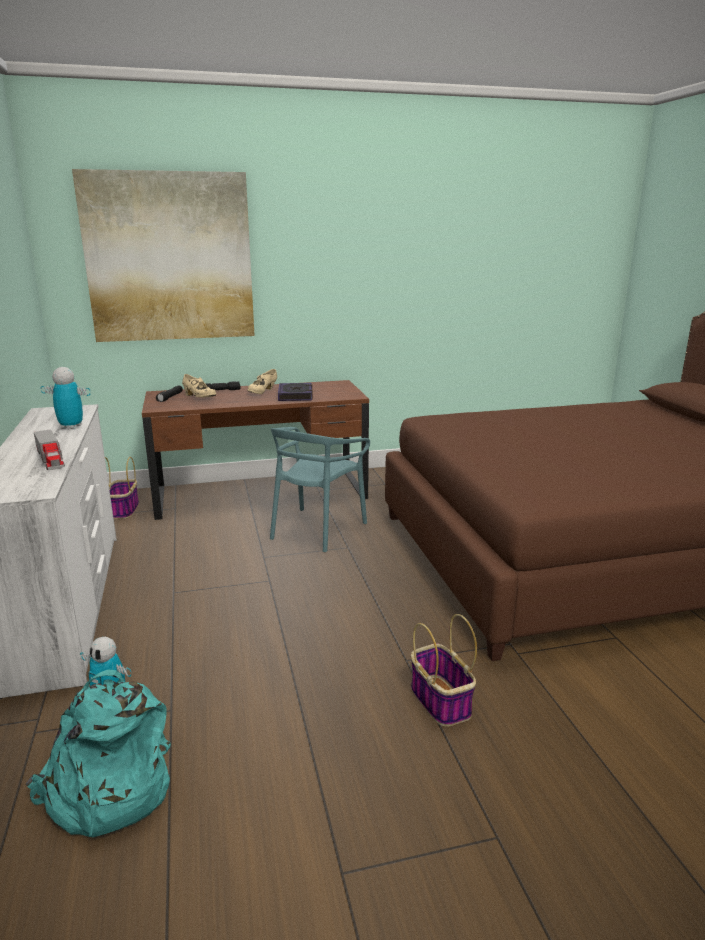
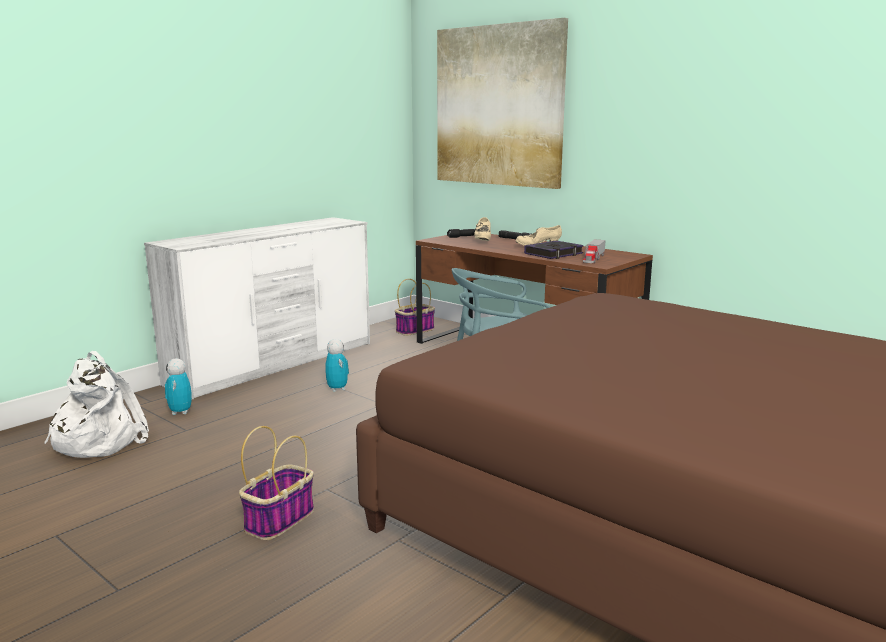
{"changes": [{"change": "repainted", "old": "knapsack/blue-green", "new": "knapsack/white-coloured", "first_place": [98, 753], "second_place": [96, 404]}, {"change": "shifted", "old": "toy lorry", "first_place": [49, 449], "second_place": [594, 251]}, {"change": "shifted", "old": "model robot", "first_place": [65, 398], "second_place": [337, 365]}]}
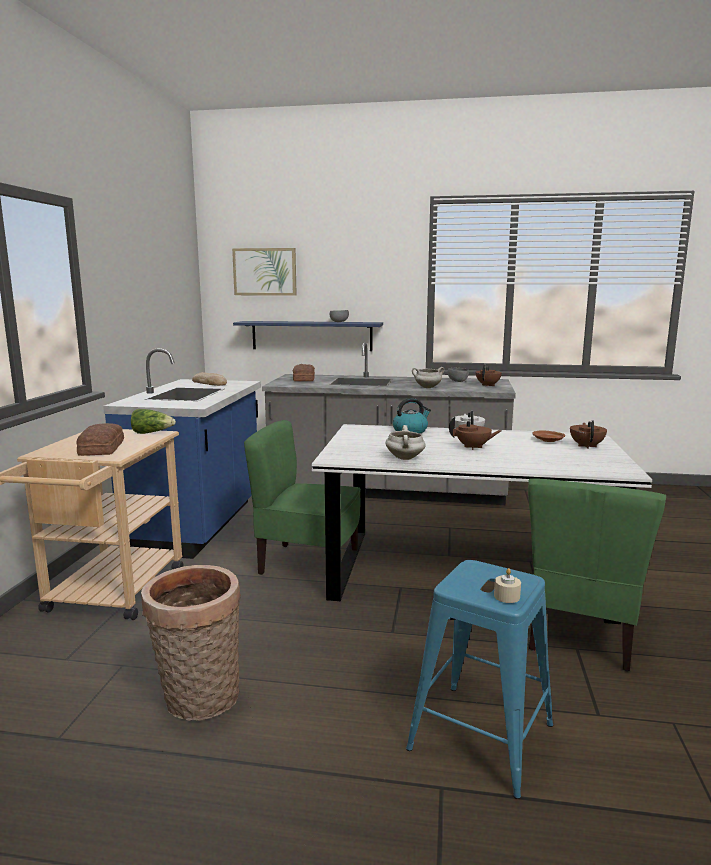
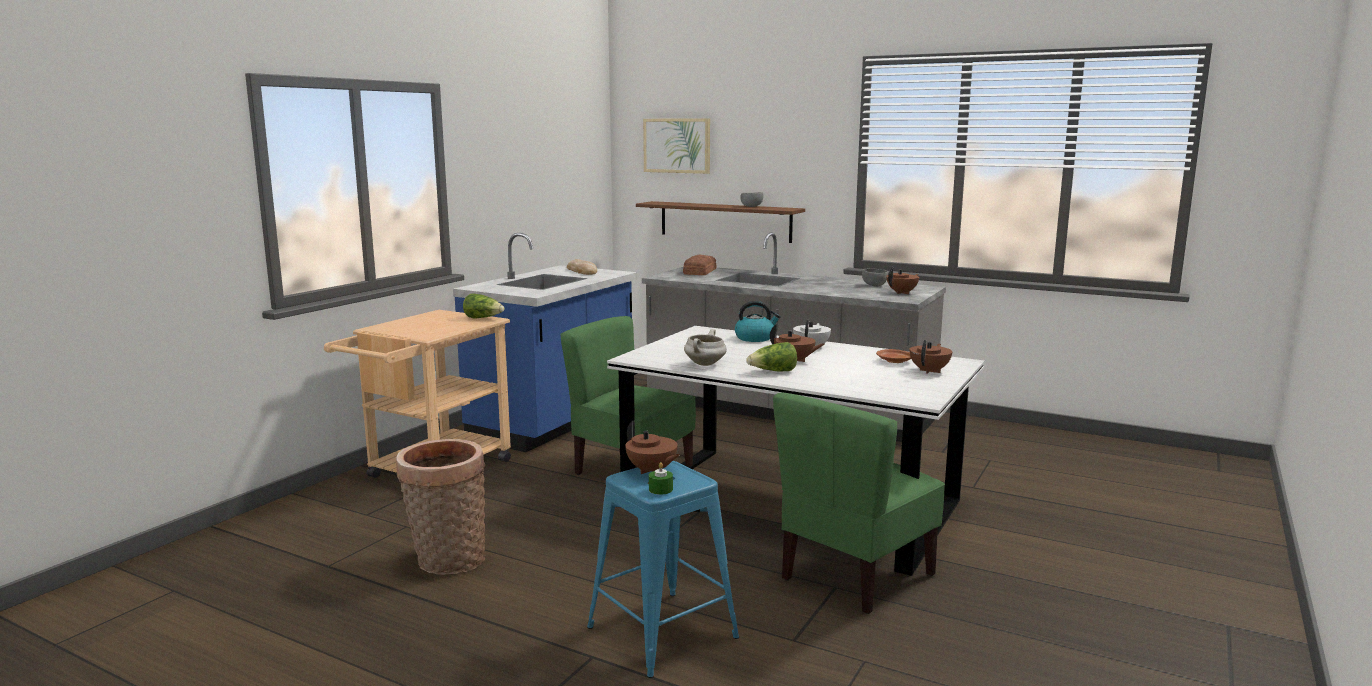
{"changes": [{"change": "gone", "old": "baked bread", "first_place": [100, 439]}, {"change": "repainted", "old": "bracket shelf/blue", "new": "bracket shelf/brownish", "first_place": [308, 336], "second_place": [720, 222]}, {"change": "gone", "old": "saucepot/white-coloured", "first_place": [428, 377]}, {"change": "repainted", "old": "wax light/sand-coloured", "new": "wax light/green-coloured", "first_place": [507, 585], "second_place": [661, 478]}, {"change": "new", "new": "teapot/brownish", "second_place": [652, 447]}, {"change": "new", "new": "lettuce", "second_place": [771, 356]}]}
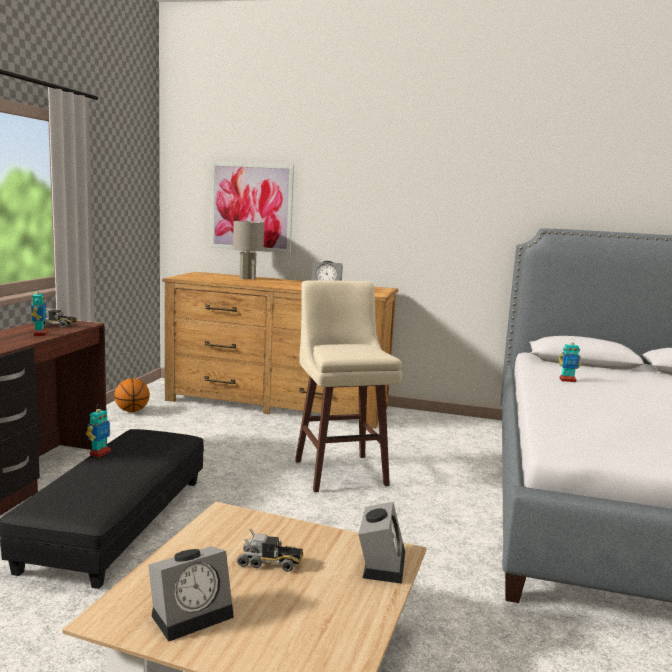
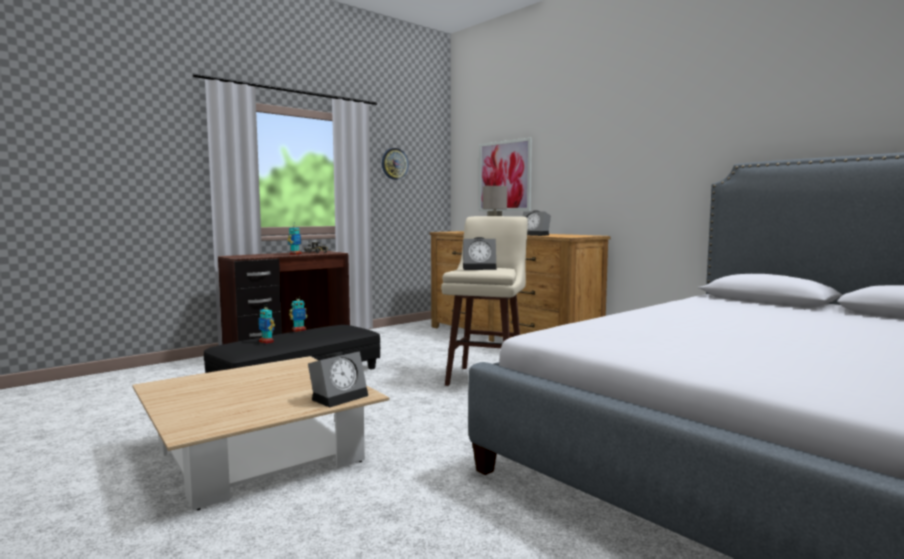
{"changes": [{"change": "gone", "old": "basketball ball", "first_place": [132, 395]}, {"change": "shifted", "old": "alarm clock", "first_place": [191, 593], "second_place": [479, 253]}, {"change": "gone", "old": "toy lorry", "first_place": [270, 550]}, {"change": "shifted", "old": "model robot", "first_place": [570, 360], "second_place": [267, 324]}, {"change": "new", "new": "hanging clock", "second_place": [395, 164]}]}
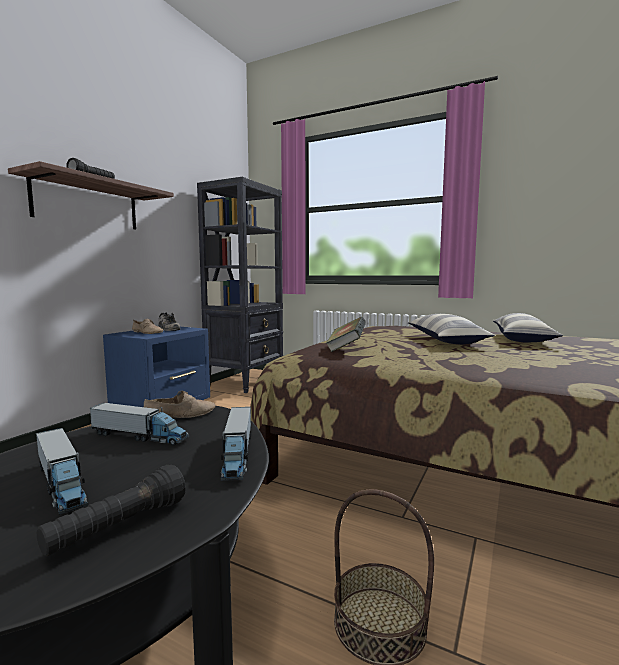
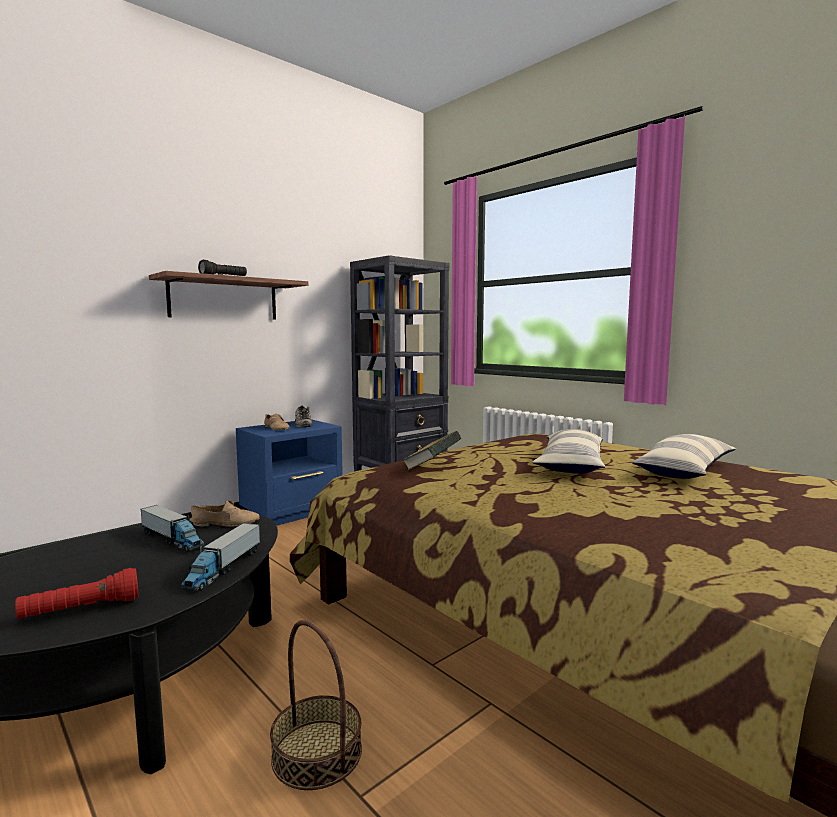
{"changes": [{"change": "gone", "old": "toy lorry", "first_place": [62, 471]}, {"change": "repainted", "old": "flashlight/black", "new": "flashlight/reddish", "first_place": [111, 510], "second_place": [76, 593]}]}
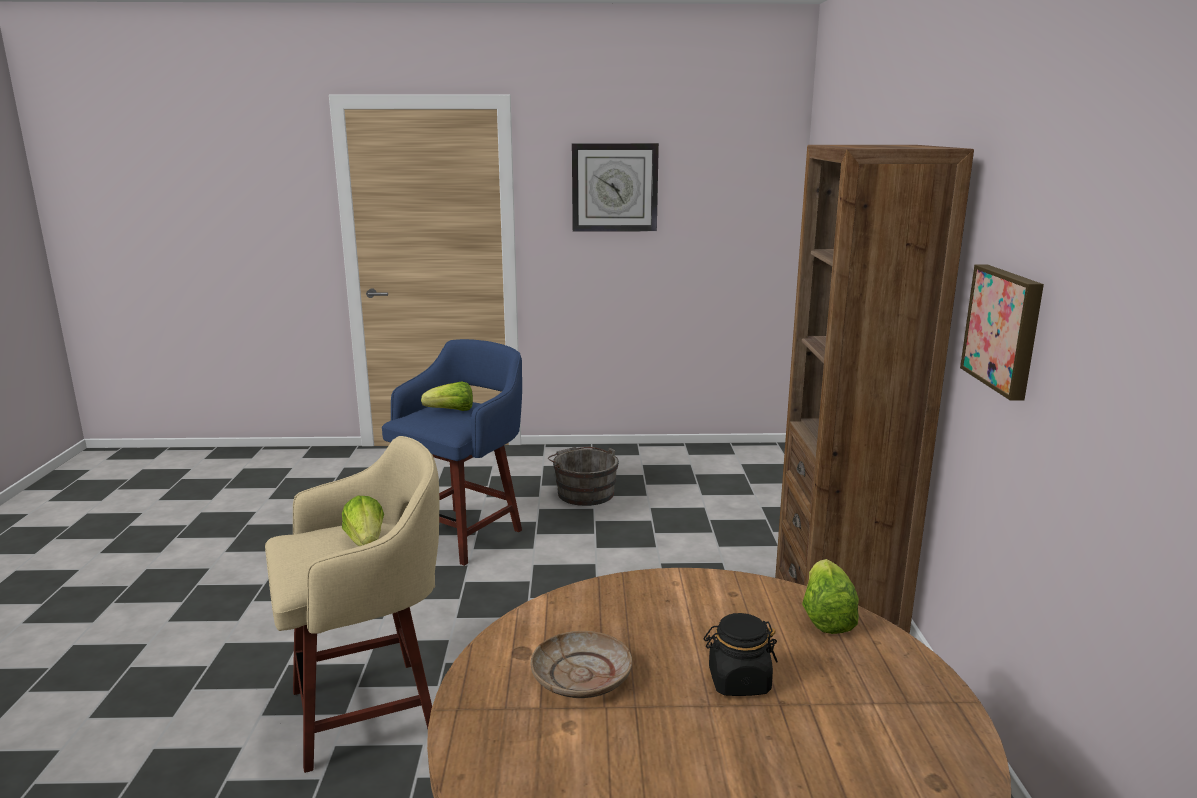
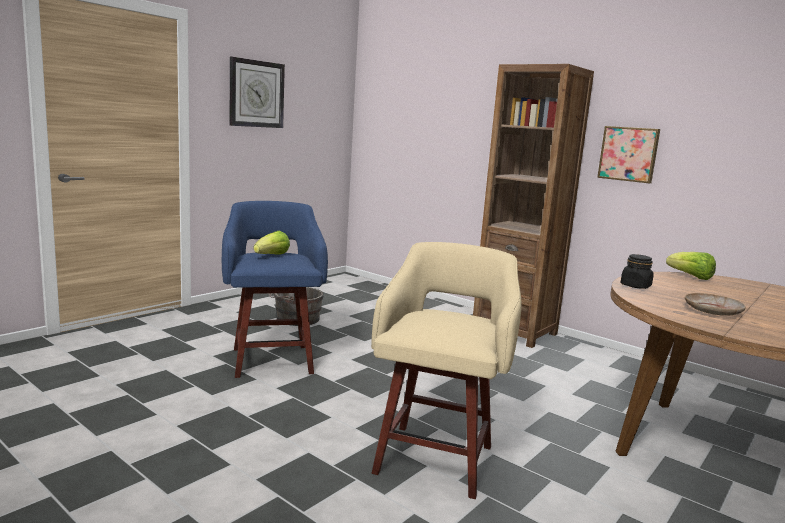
{"changes": [{"change": "gone", "old": "lettuce", "first_place": [363, 521]}, {"change": "shifted", "old": "preserve jar/black", "first_place": [741, 654], "second_place": [637, 271]}]}
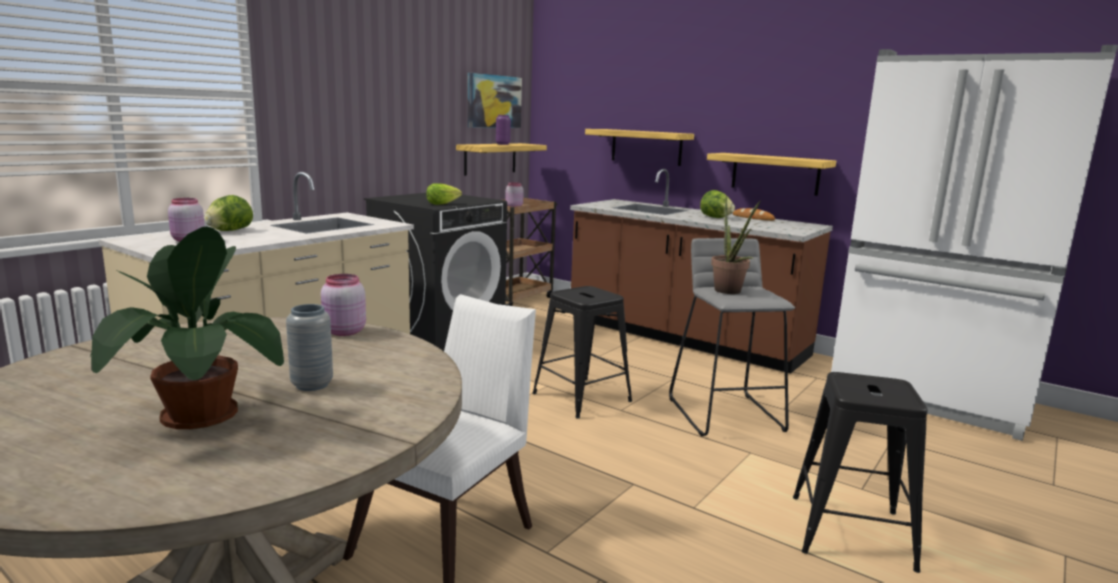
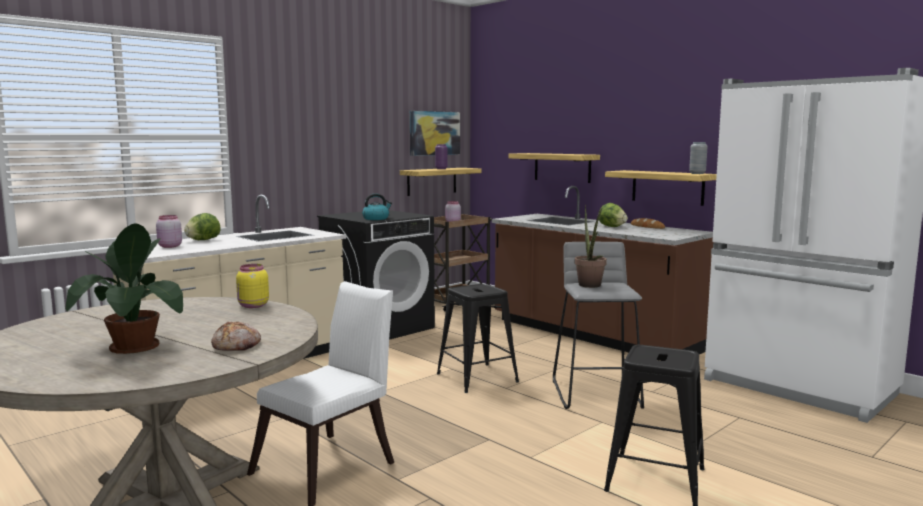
{"changes": [{"change": "shifted", "old": "decorative vase/greyish", "first_place": [309, 347], "second_place": [698, 158]}, {"change": "repainted", "old": "preserve jar/pinkish", "new": "preserve jar/yellow", "first_place": [343, 305], "second_place": [252, 286]}, {"change": "swapped", "old": "lettuce", "new": "water kettle", "first_place": [444, 194], "second_place": [377, 207]}, {"change": "new", "new": "baked bread", "second_place": [236, 336]}]}
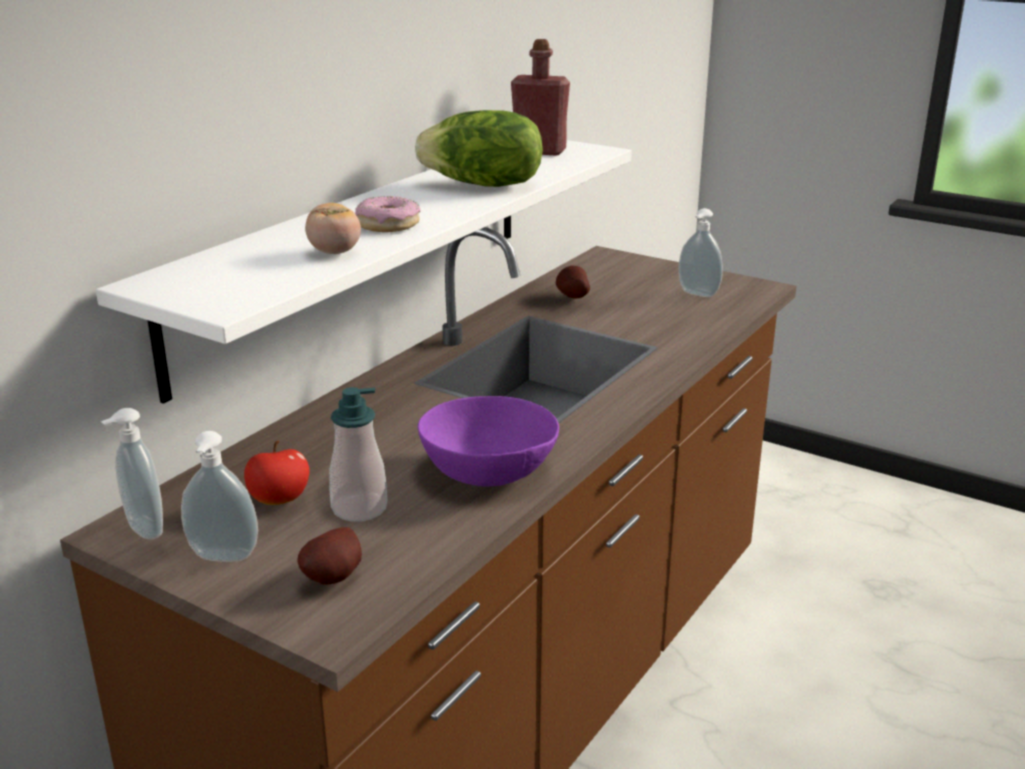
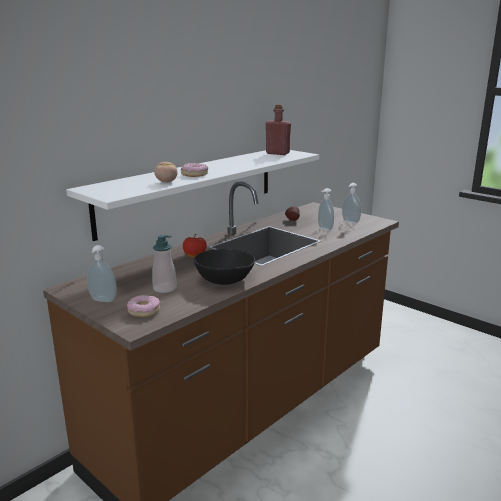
{"changes": [{"change": "shifted", "old": "soap bottle", "first_place": [132, 474], "second_place": [326, 209]}, {"change": "shifted", "old": "apple", "first_place": [276, 473], "second_place": [195, 245]}, {"change": "swapped", "old": "whole potato", "new": "ring doughnut", "first_place": [329, 556], "second_place": [143, 306]}, {"change": "gone", "old": "lettuce", "first_place": [479, 148]}, {"change": "repainted", "old": "deep dish/purple", "new": "deep dish/black", "first_place": [488, 441], "second_place": [224, 267]}]}
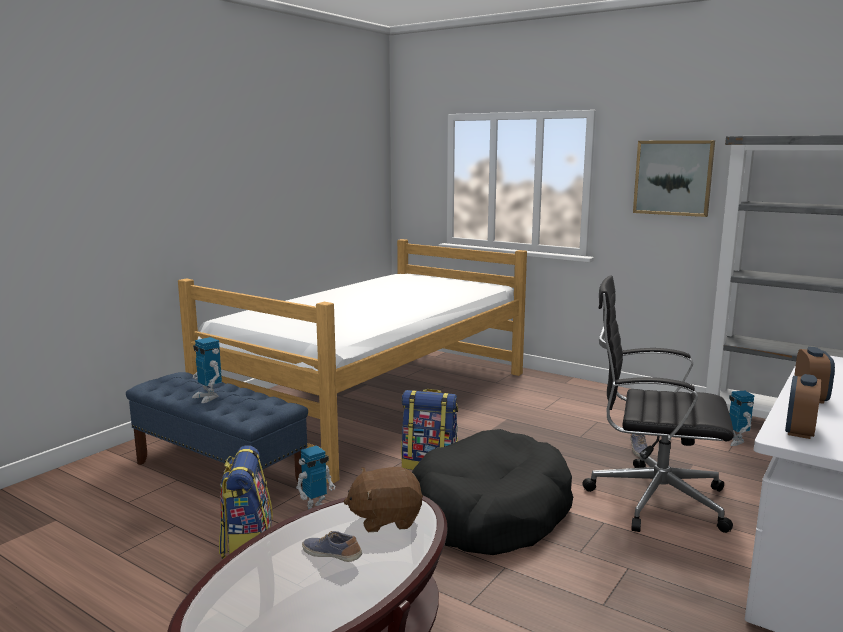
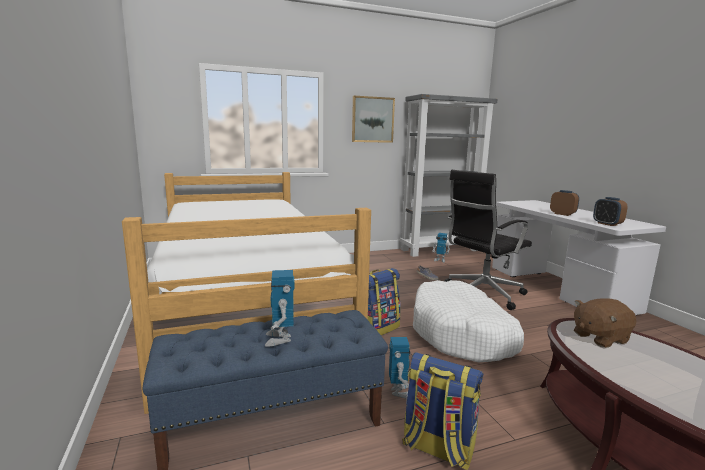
{"changes": [{"change": "rotated", "old": "model robot", "first_place": [207, 370], "second_place": [280, 308], "degrees": 90}, {"change": "gone", "old": "low shoe", "first_place": [332, 546]}, {"change": "rotated", "old": "soft toy/brownish", "first_place": [383, 499], "second_place": [605, 323], "degrees": 45}, {"change": "repainted", "old": "pet bed/black", "new": "pet bed/white-coloured", "first_place": [492, 492], "second_place": [468, 321]}]}
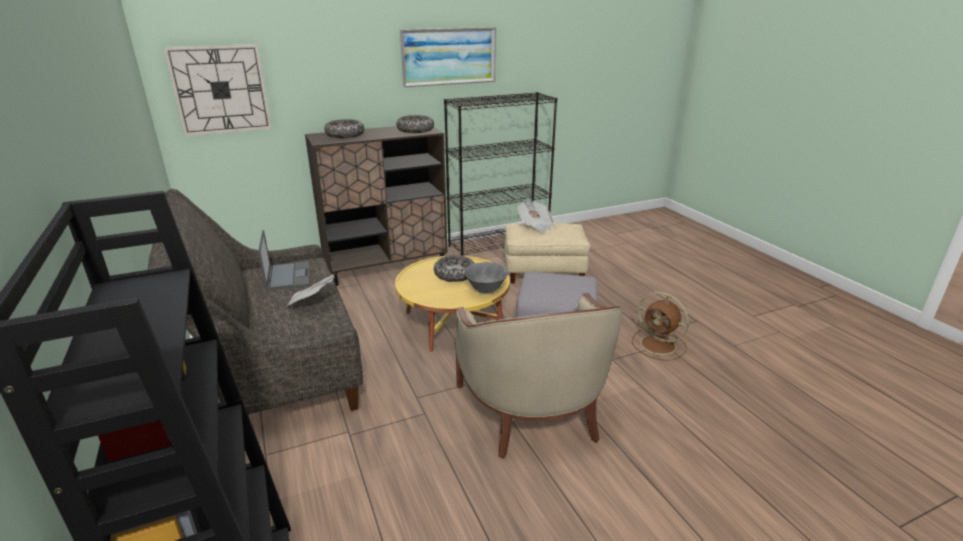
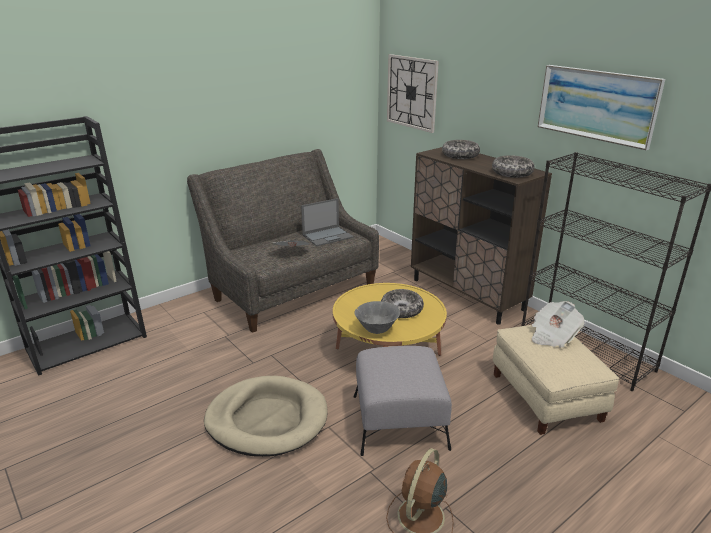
{"changes": [{"change": "swapped", "old": "armchair/sand-coloured", "new": "pet bed/sand-coloured", "first_place": [538, 376], "second_place": [266, 416]}]}
